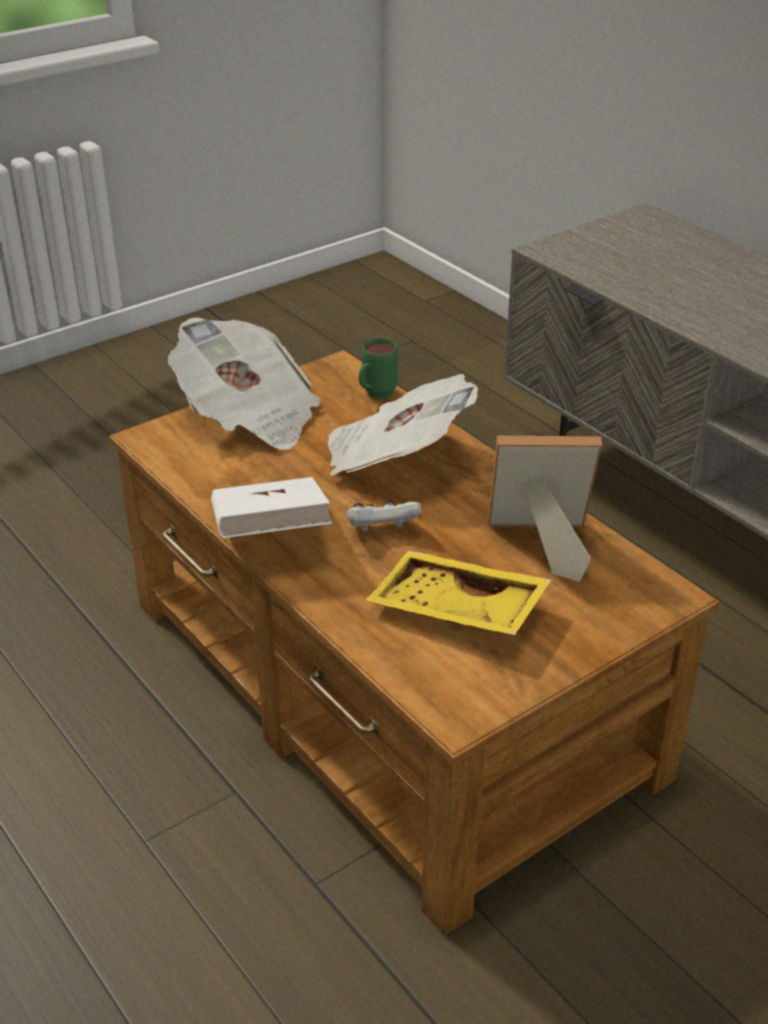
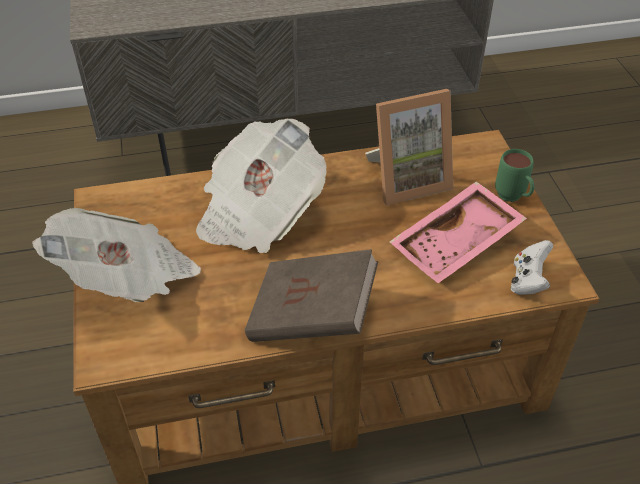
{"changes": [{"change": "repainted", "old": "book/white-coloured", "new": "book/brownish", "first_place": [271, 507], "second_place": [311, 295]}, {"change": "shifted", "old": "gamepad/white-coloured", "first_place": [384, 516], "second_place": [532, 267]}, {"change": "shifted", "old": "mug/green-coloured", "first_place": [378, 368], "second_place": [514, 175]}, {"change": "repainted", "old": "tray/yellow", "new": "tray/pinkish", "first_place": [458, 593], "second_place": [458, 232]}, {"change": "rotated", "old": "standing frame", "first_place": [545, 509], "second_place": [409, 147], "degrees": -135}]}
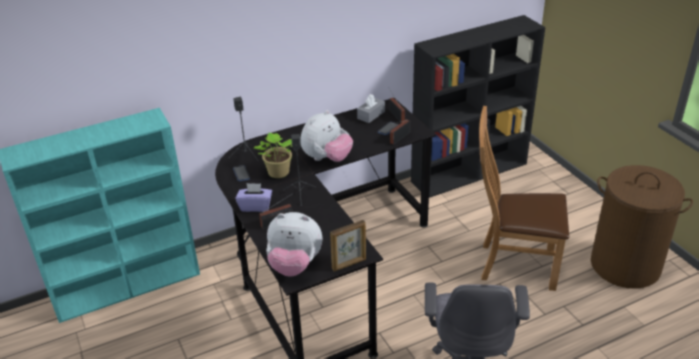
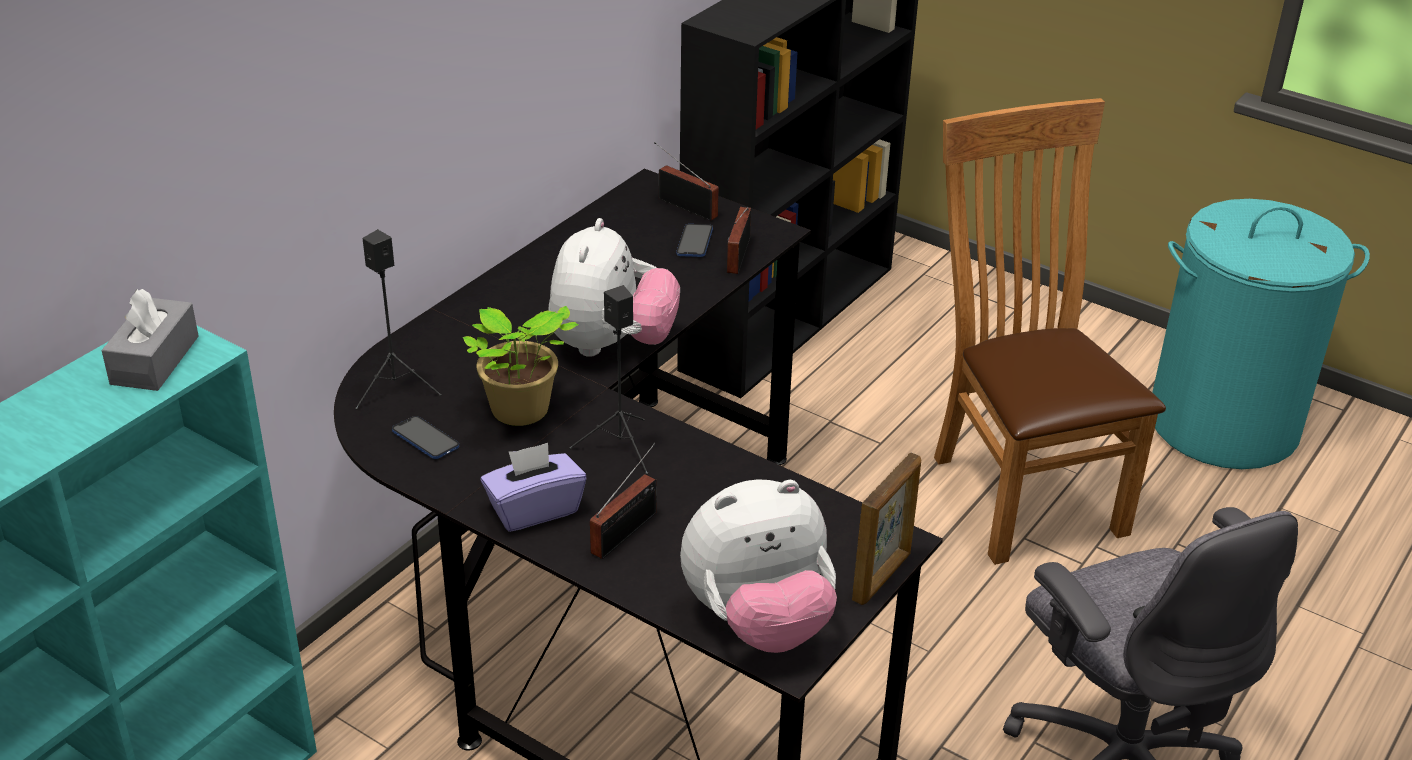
{"changes": [{"change": "shifted", "old": "tissue box/greyish", "first_place": [371, 108], "second_place": [150, 340]}, {"change": "rotated", "old": "chair/brownish", "first_place": [524, 198], "second_place": [1050, 331], "degrees": 90}, {"change": "repainted", "old": "laundry basket/brownish", "new": "laundry basket/blue-green", "first_place": [642, 227], "second_place": [1261, 334]}]}
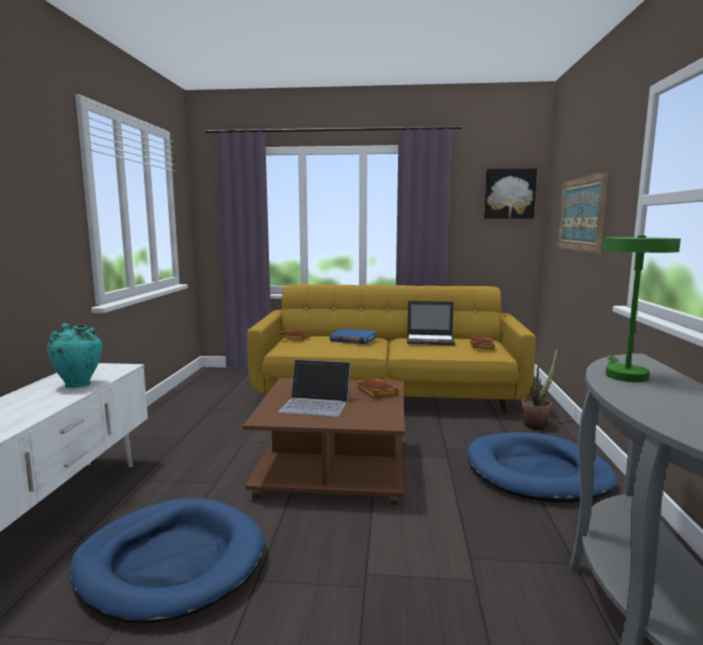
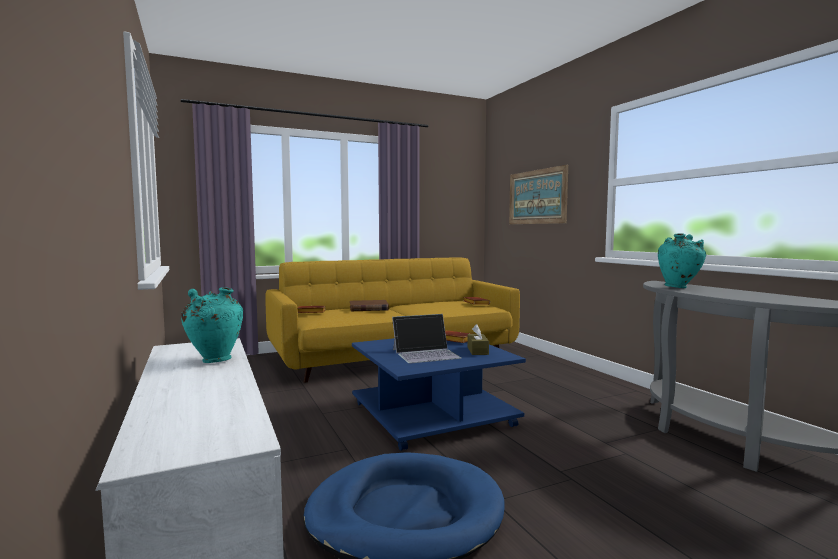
{"changes": [{"change": "repainted", "old": "lounge table/brownish", "new": "lounge table/blue", "first_place": [324, 441], "second_place": [439, 394]}, {"change": "repainted", "old": "book/blue", "new": "book/brownish", "first_place": [353, 336], "second_place": [369, 305]}, {"change": "gone", "old": "portable computer", "first_place": [431, 323]}, {"change": "gone", "old": "pet bed/blue", "first_place": [542, 467]}, {"change": "gone", "old": "wall picture", "first_place": [510, 193]}, {"change": "gone", "old": "potted plant", "first_place": [539, 389]}, {"change": "swapped", "old": "tabletop lamp/green-coloured", "new": "decorative vase/blue-green", "first_place": [642, 308], "second_place": [682, 260]}, {"change": "new", "new": "tissue box/brownish", "second_place": [478, 339]}]}
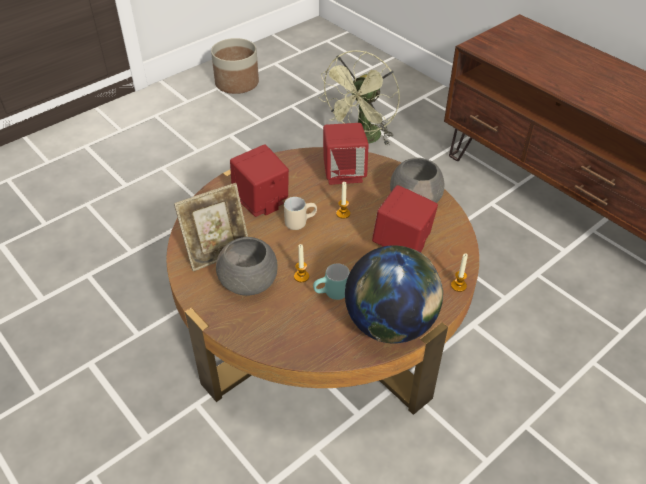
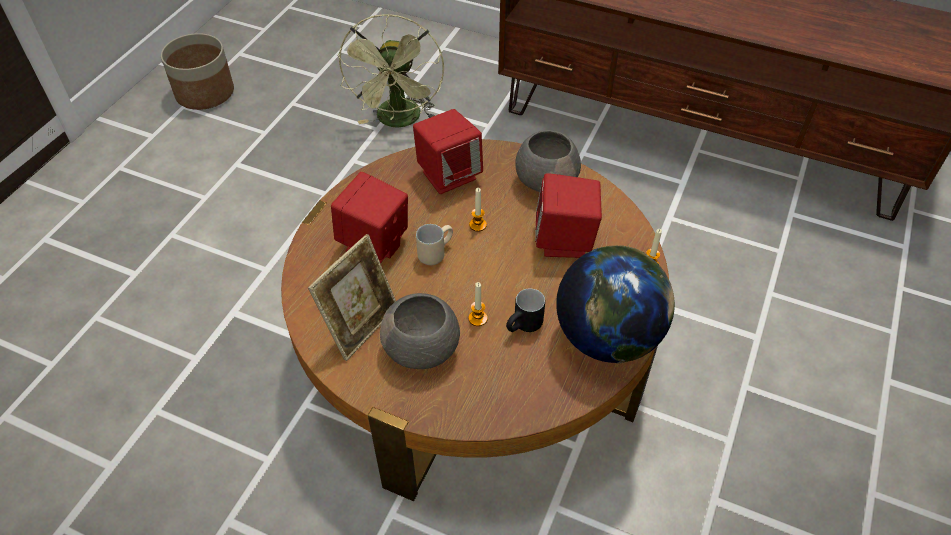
{"changes": [{"change": "repainted", "old": "mug/blue-green", "new": "mug/black", "first_place": [331, 281], "second_place": [525, 310]}]}
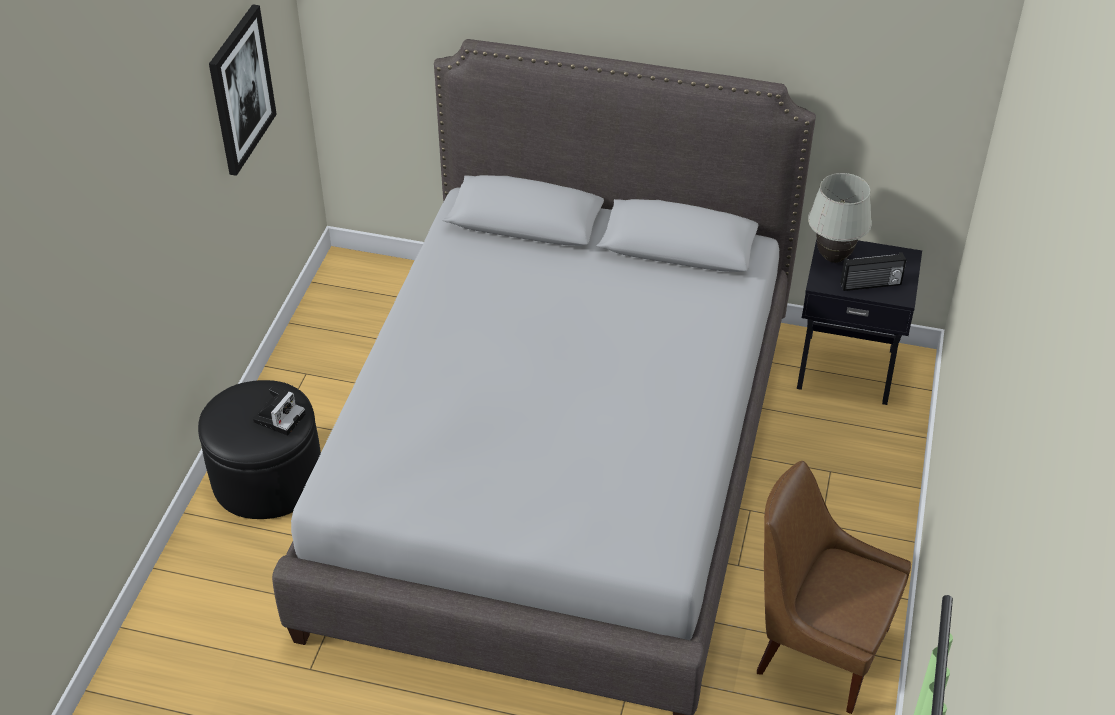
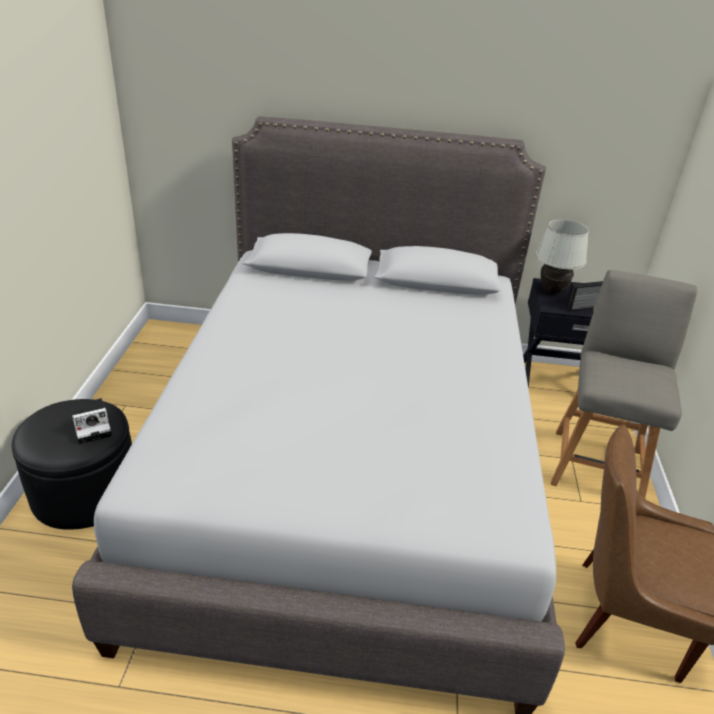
{"changes": [{"change": "gone", "old": "wall picture", "first_place": [243, 90]}, {"change": "rotated", "old": "still camera", "first_place": [279, 411], "second_place": [92, 421], "degrees": 45}, {"change": "new", "new": "chair/greyish", "second_place": [624, 384]}]}
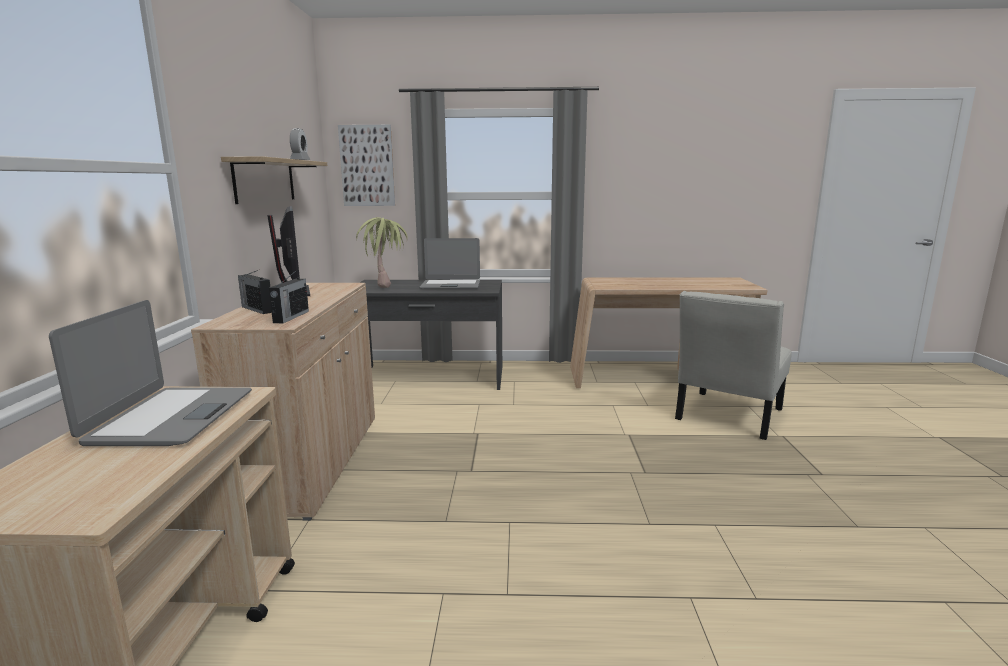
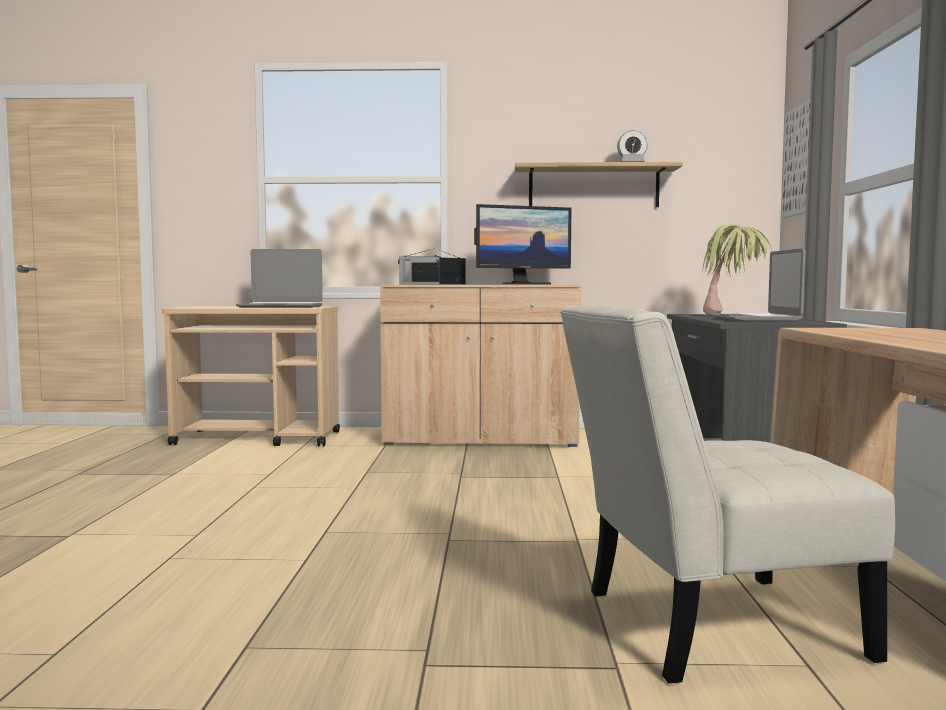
{"changes": [{"change": "rotated", "old": "chair/white-coloured", "first_place": [733, 365], "second_place": [727, 494], "degrees": -45}]}
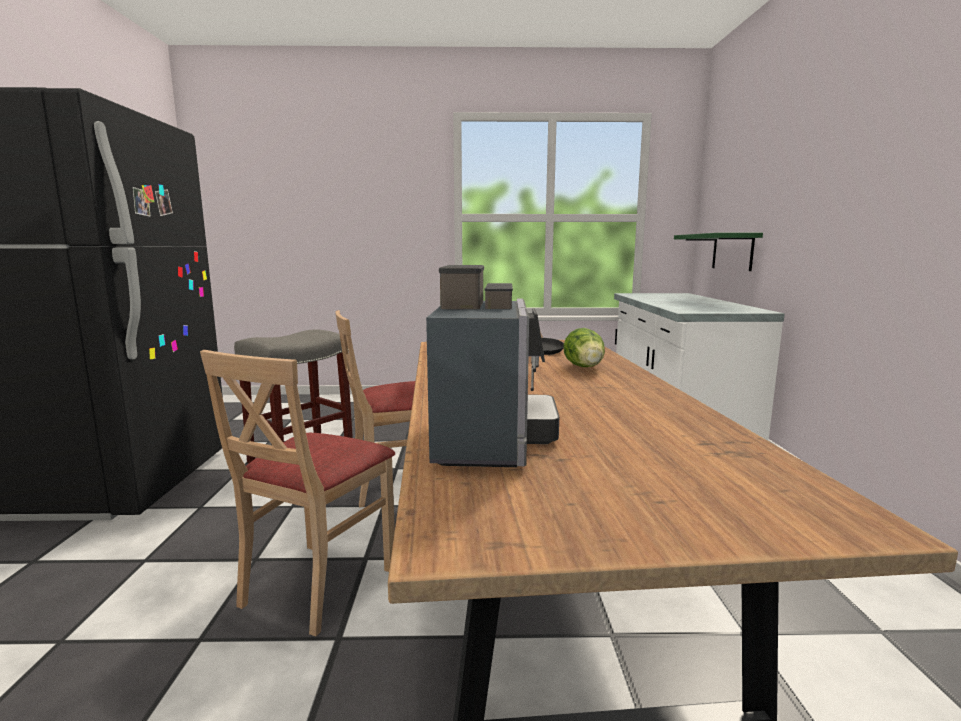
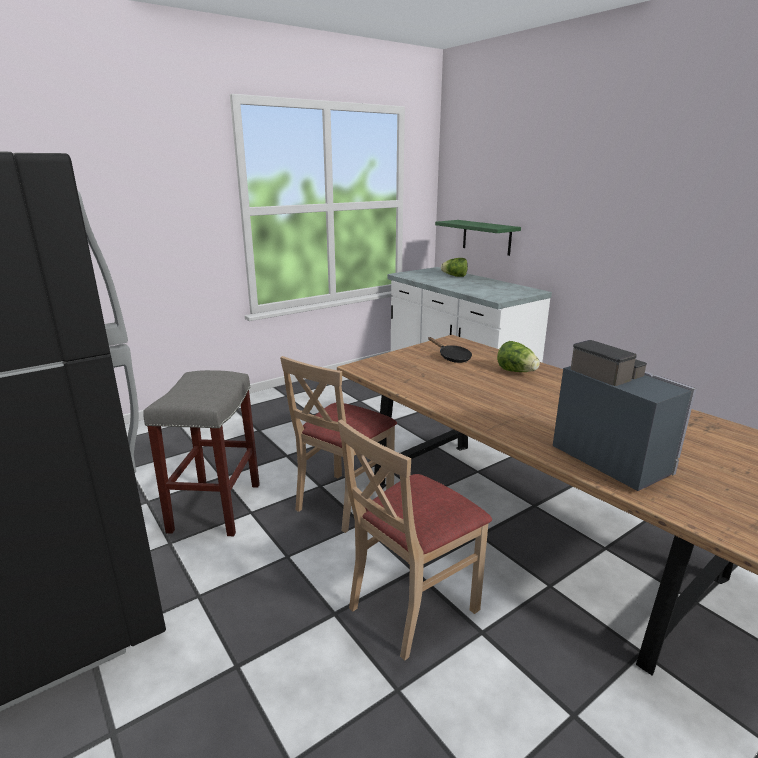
{"changes": [{"change": "rotated", "old": "chair/sand-coloured", "first_place": [297, 493], "second_place": [415, 540], "degrees": 60}, {"change": "new", "new": "lettuce", "second_place": [454, 267]}]}
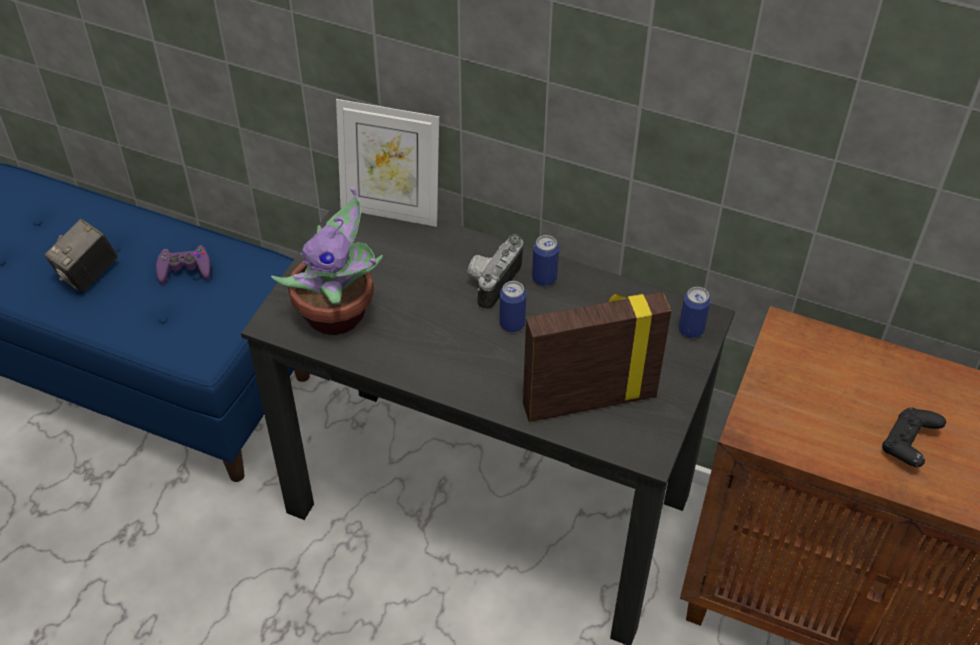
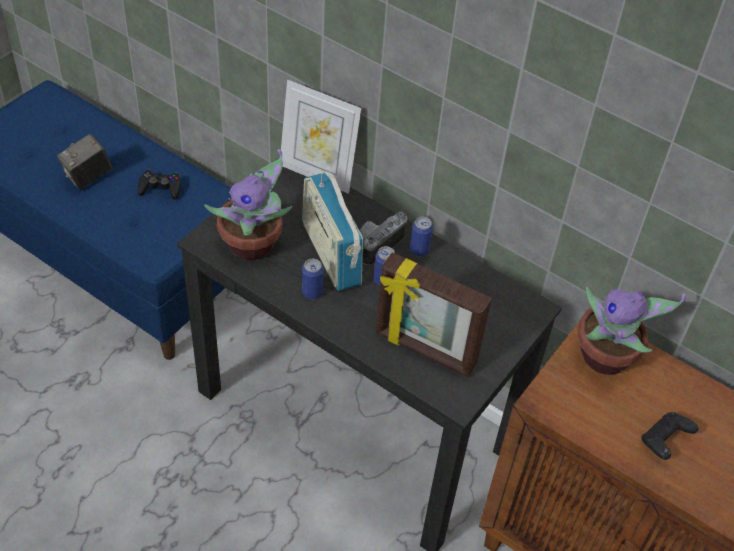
{"changes": [{"change": "repainted", "old": "gamepad/purple", "new": "gamepad/black", "first_place": [183, 264], "second_place": [159, 184]}, {"change": "rotated", "old": "standing frame", "first_place": [597, 357], "second_place": [434, 314], "degrees": -150}, {"change": "shifted", "old": "sealed can", "first_place": [695, 312], "second_place": [312, 279]}, {"change": "new", "new": "radio set", "second_place": [332, 230]}, {"change": "new", "new": "potted plant", "second_place": [632, 330]}]}
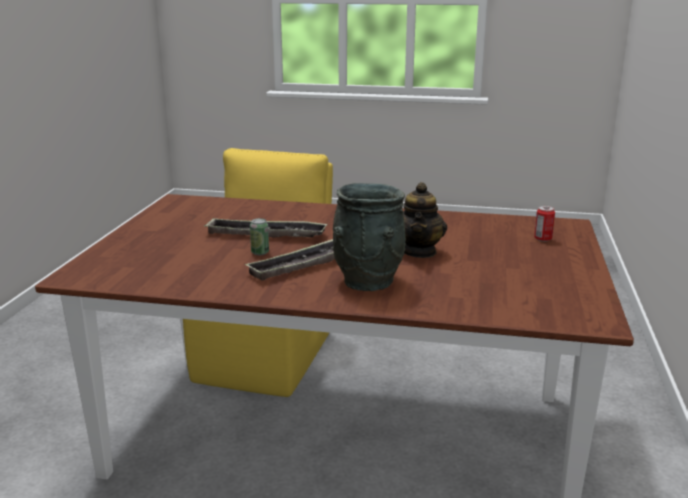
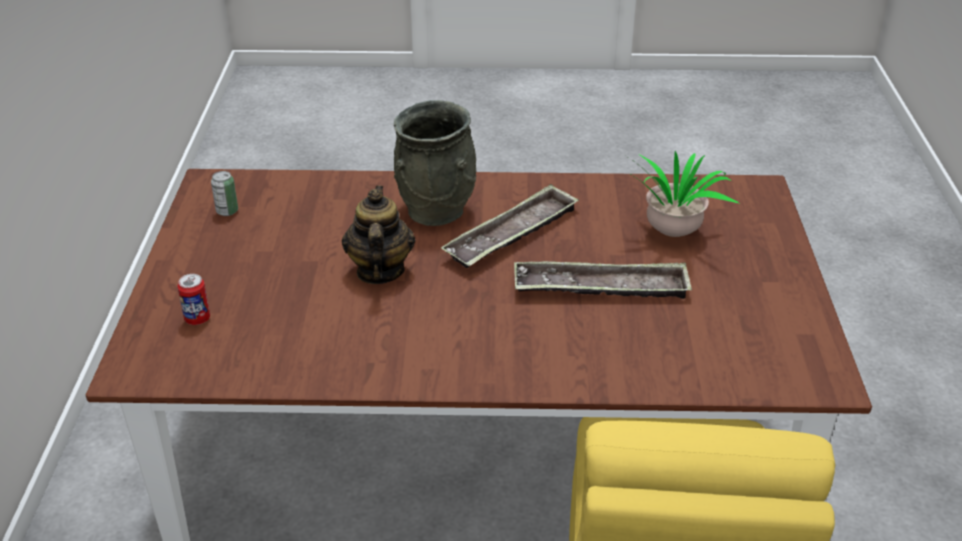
{"changes": [{"change": "shifted", "old": "sealed can", "first_place": [259, 236], "second_place": [224, 193]}, {"change": "new", "new": "potted plant", "second_place": [683, 194]}]}
